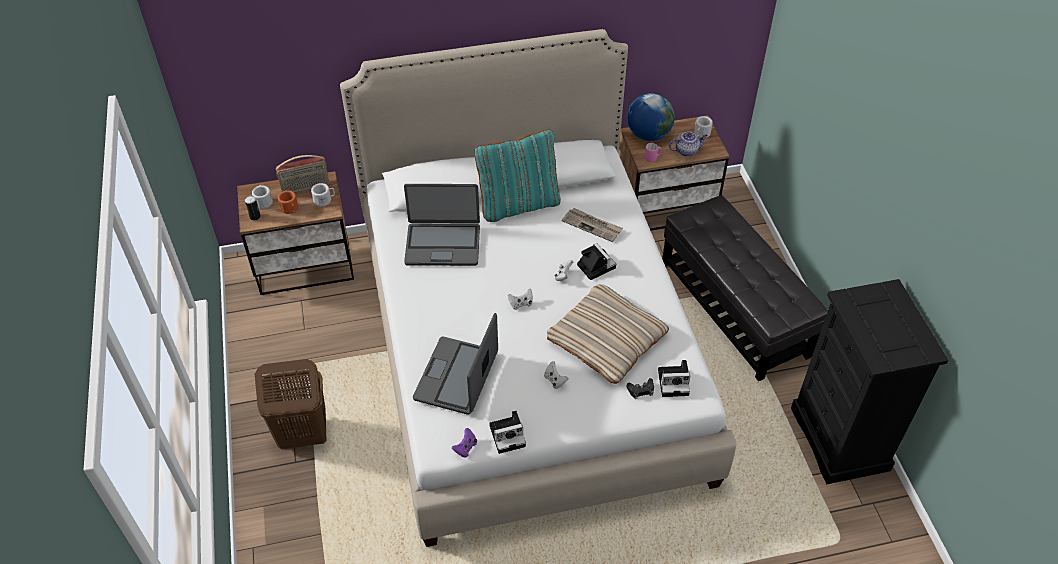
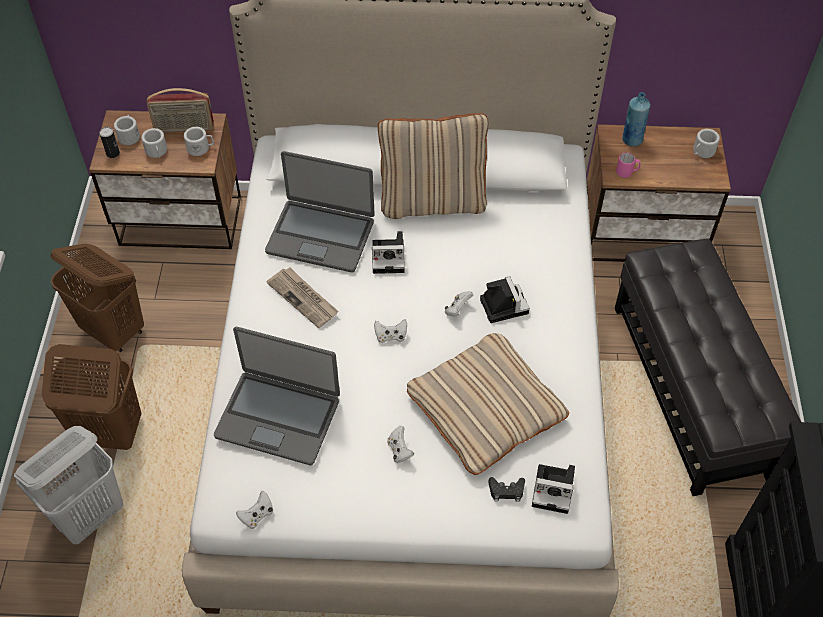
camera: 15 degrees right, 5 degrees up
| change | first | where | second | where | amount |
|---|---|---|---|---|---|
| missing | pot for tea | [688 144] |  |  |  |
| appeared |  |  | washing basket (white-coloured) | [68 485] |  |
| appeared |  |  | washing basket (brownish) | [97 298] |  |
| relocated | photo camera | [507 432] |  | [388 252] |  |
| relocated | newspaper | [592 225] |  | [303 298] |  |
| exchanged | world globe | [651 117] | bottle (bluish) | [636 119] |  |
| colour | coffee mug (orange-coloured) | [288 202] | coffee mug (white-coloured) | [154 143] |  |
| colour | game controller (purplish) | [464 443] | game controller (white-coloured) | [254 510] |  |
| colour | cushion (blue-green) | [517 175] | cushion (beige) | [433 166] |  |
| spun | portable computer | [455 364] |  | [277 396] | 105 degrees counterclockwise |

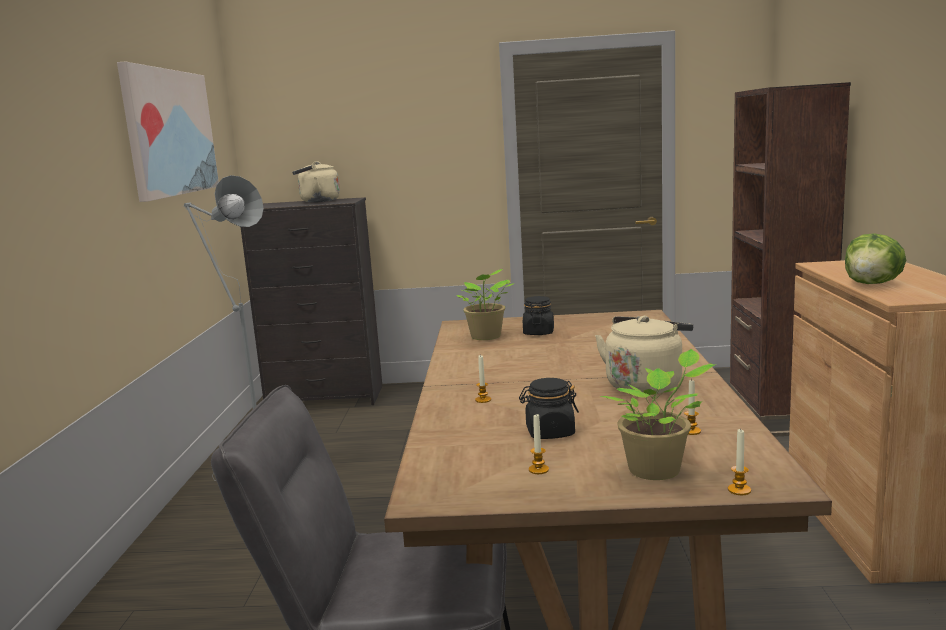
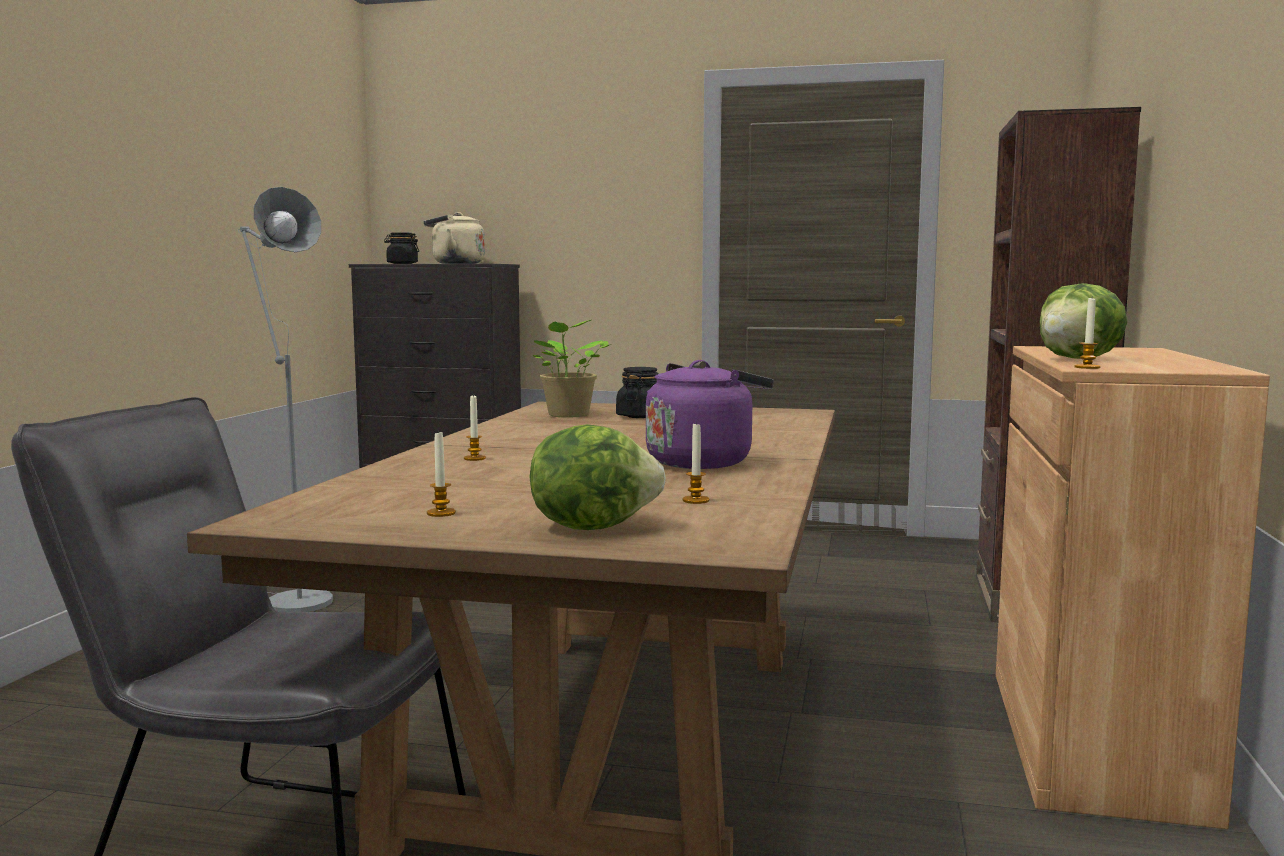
camera: 10 degrees right, 5 degrees down
| change | first | where | second | where | amount |
|---|---|---|---|---|---|
| missing | picture | [168 132] |  |  |  |
| relocated | jar (black) | [549 408] |  | [401 248] |  |
| relocated | wax candle | [739 462] |  | [1087 333] |  |
| exchanged | houseplant | [656 414] | lettuce | [597 477] |  |
| colour | tea kettle (beige) | [644 355] | tea kettle (purplish) | [710 414] |  |

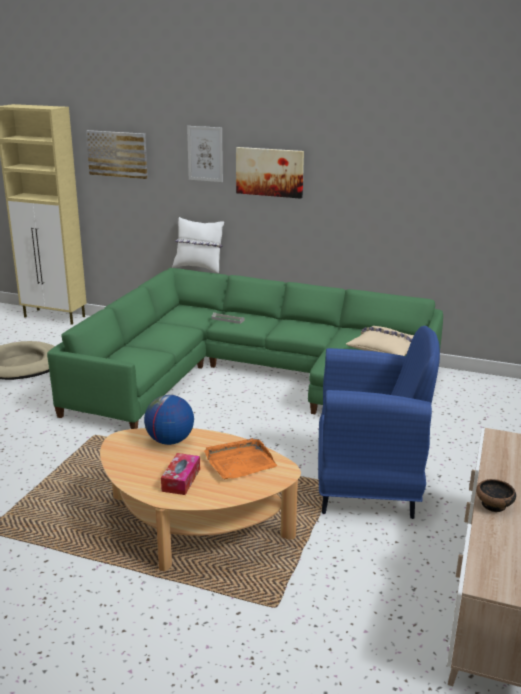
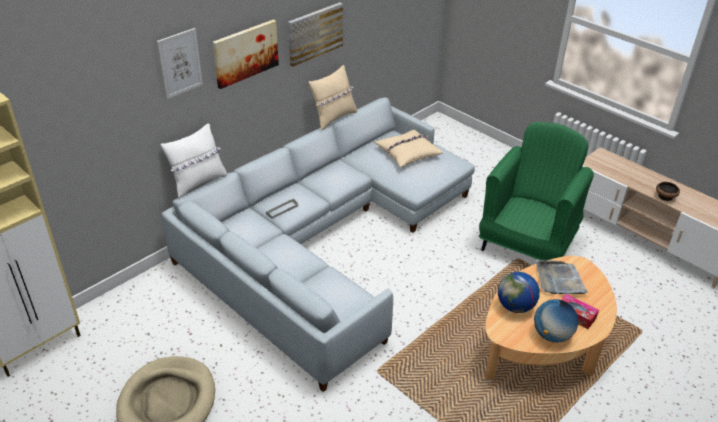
camera: 65 degrees left, 15 degrees up
| change | first | where | second | where | amount |
|---|---|---|---|---|---|
| appeared |  |  | cushion (beige) | [333 98] |  |
| appeared |  |  | world globe | [556 321] |  |
| relocated | picture | [117 154] |  | [315 34] |  |
| colour | sofa (greenish) | [245 348] | sofa (gray) | [318 244] |  |
| colour | serving tray (orange-coloured) | [240 459] | serving tray (gray) | [562 277] |  |
| colour | armchair (bluish) | [379 422] | armchair (greenish) | [536 191] |  |

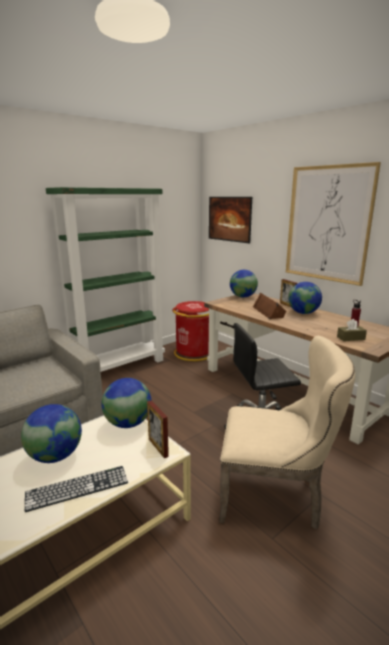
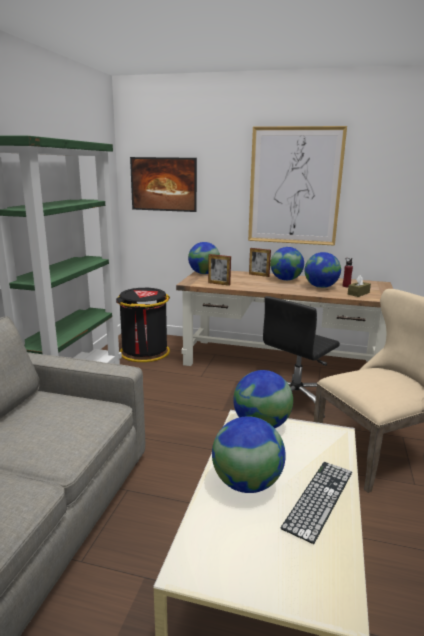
camera: 35 degrees left, 0 degrees up
| change | first | where | second | where | amount |
|---|---|---|---|---|---|
| missing | speaker (brownish) | [270 305] |  |  |  |
| appeared |  |  | world globe | [323 270] |  |
| relocated | photo frame | [158 429] |  | [219 270] |  |
| colour | waste bin (red-coloured) | [190 331] | waste bin (black) | [143 325] |  |

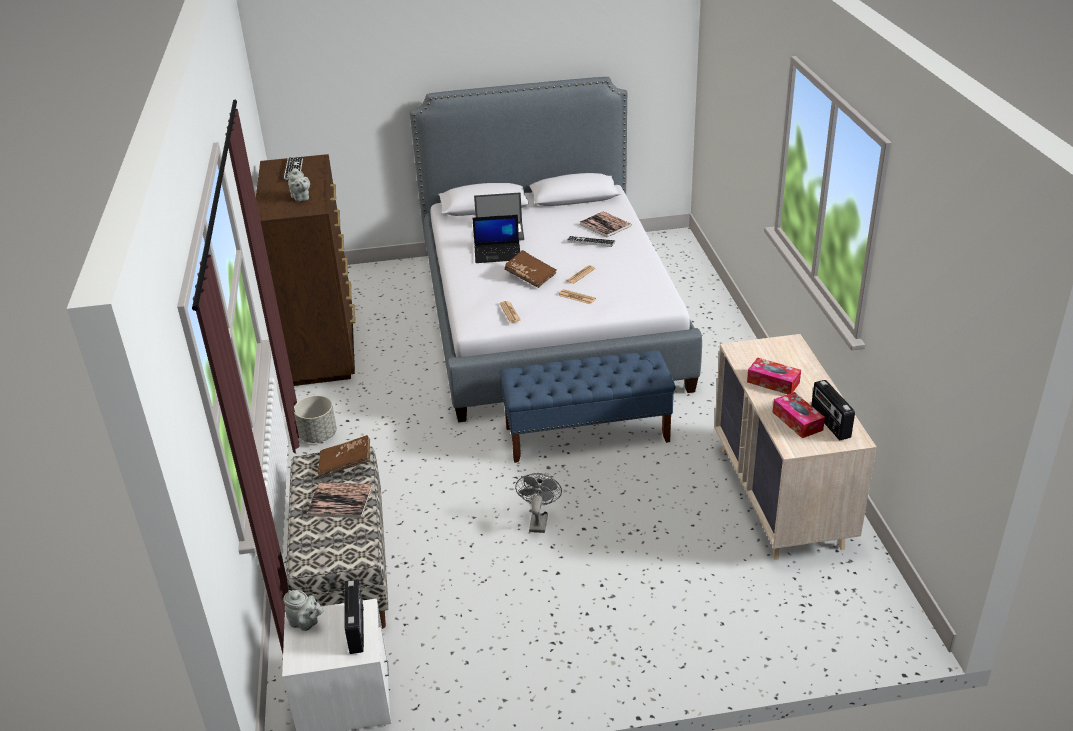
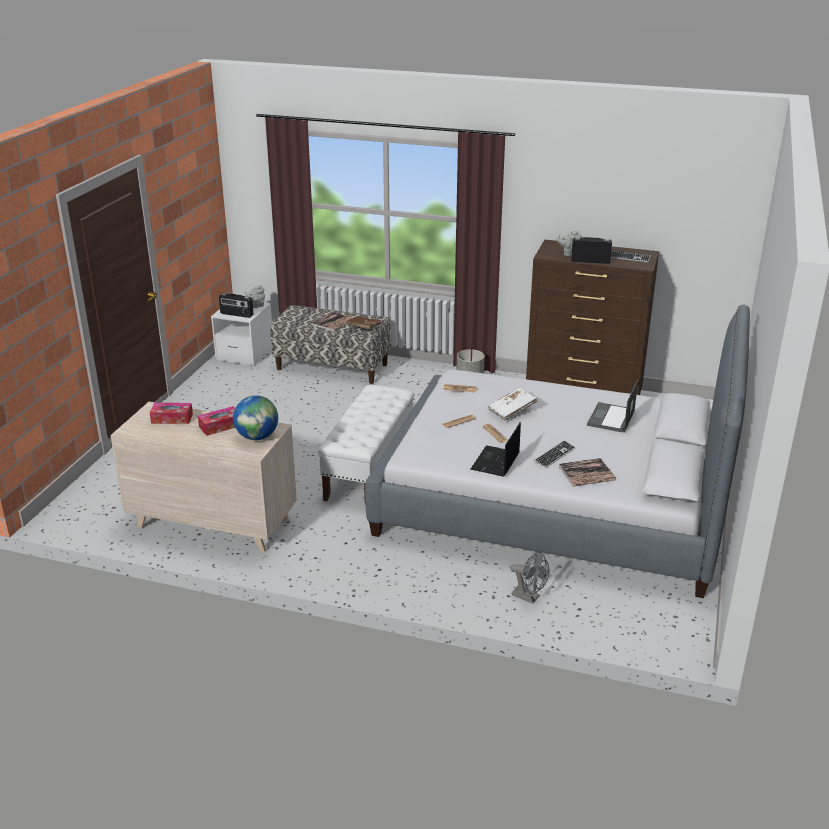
camera: 115 degrees right, 5 degrees down
| change | first | where | second | where | amount |
|---|---|---|---|---|---|
| appeared |  |  | world globe | [255 417] |  |
| relocated | portable computer | [496 239] |  | [496 449] |  |
| relocated | cooling fan (gray) | [538 503] |  | [529 578] |  |
| relocated | radio set | [833 410] |  | [591 250] |  |
| colour | indoor bench (bluish) | [587 406] | indoor bench (white-coloured) | [366 445] |  |
| colour | bound book (brownish) | [530 269] | bound book (white-coloured) | [512 404] |  |

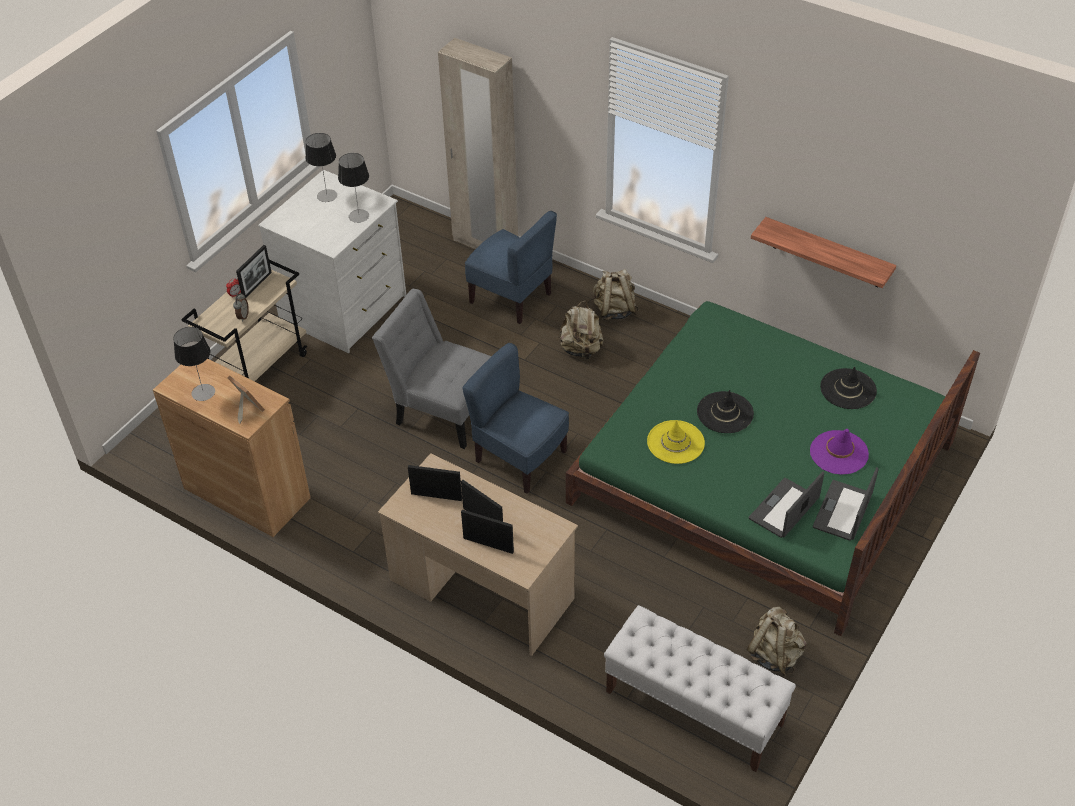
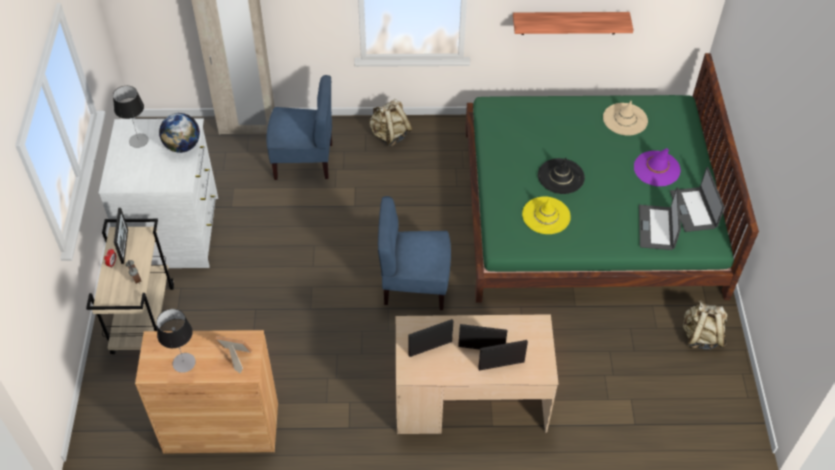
camera: 35 degrees left, 5 degrees up
| change | first | where | second | where | amount |
|---|---|---|---|---|---|
| missing | upright chair (gray) | [431 369] |  |  |  |
| missing | knapsack (beige) | [580 330] |  |  |  |
| missing | indoor bench (white-coloured) | [700 688] |  |  |  |
| exchanged | table lamp | [353 188] | world globe | [179 133] |  |
| colour | wearable hat (black) | [848 388] | wearable hat (beige) | [625 118] |  |

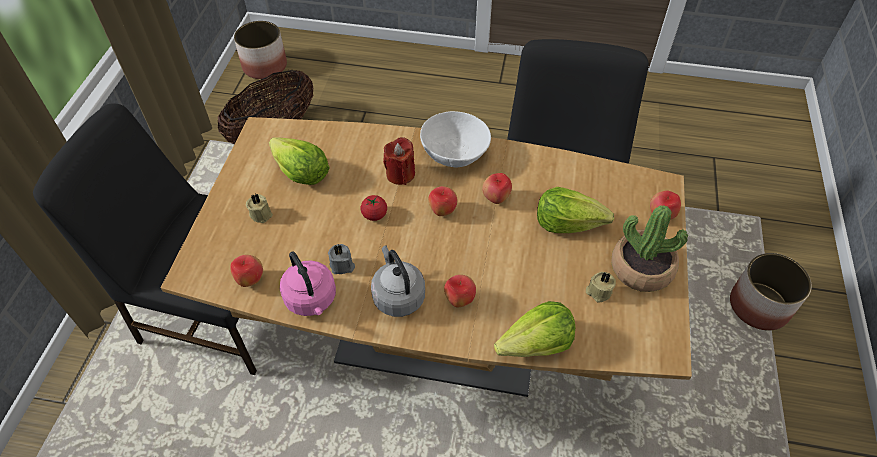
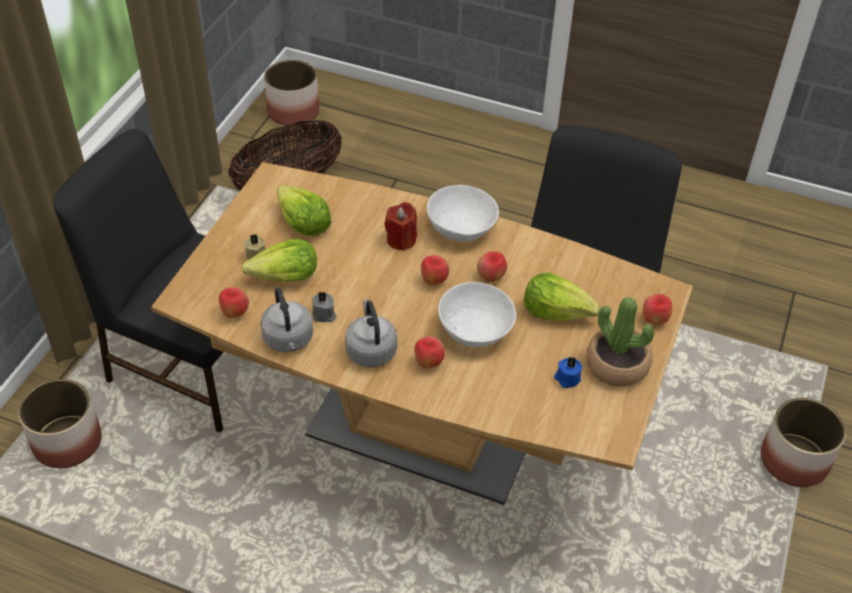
camera: 10 degrees right, 5 degrees down
| change | first | where | second | where | amount |
|---|---|---|---|---|---|
| missing | tomato | [374 208] |  |  |  |
| appeared |  |  | plant pot | [60 423] |  |
| appeared |  |  | bowl (white-coloured) | [477 314] |  |
| relocated | lettuce | [534 329] |  | [279 260] |  |
| colour | tea kettle (pinkish) | [308 284] | tea kettle (gray) | [286 319] |  |
| colour | wax candle (beige) | [601 287] | wax candle (bluish) | [568 372] |  |

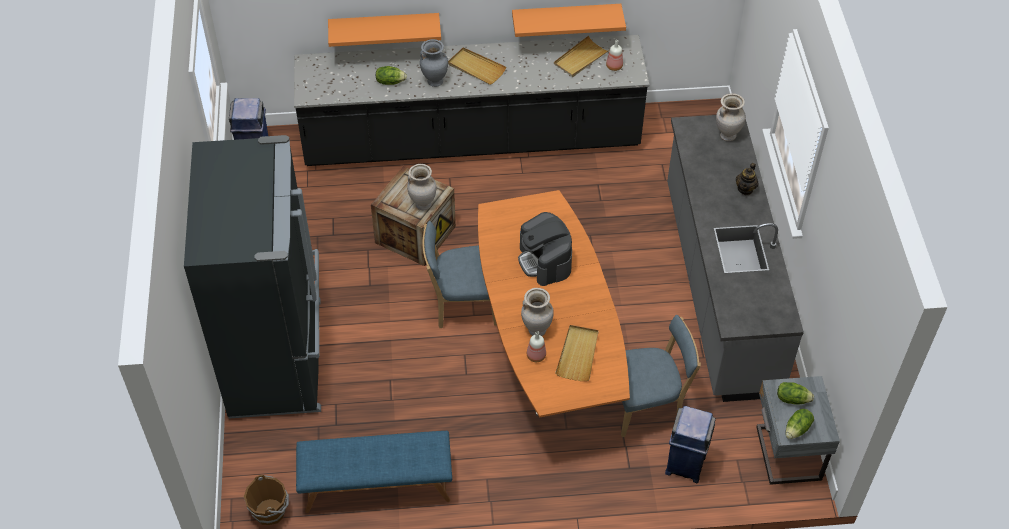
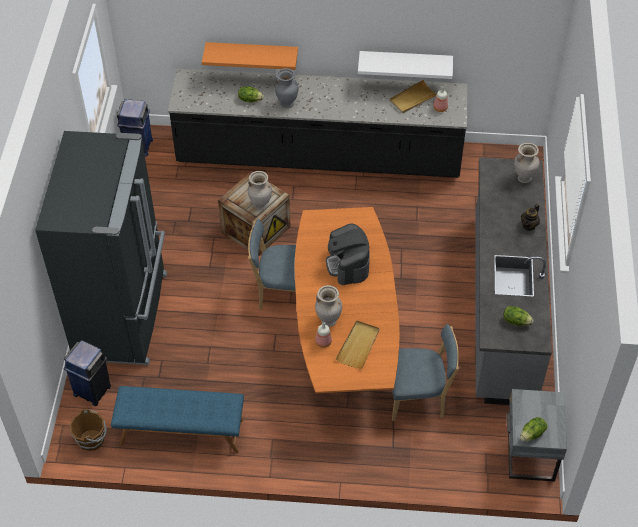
camera: 10 degrees right, 0 degrees up
| change | first | where | second | where | amount |
|---|---|---|---|---|---|
| missing | serving tray (beige) | [477 66] |  |  |  |
| relocated | waste bin (bluish) | [690 444] |  | [87 373] |  |
| relocated | lettuce | [795 393] |  | [518 316] |  |
| colour | wall shelf (orange-coloured) | [569 20] | wall shelf (white-coloured) | [405 65] |  |

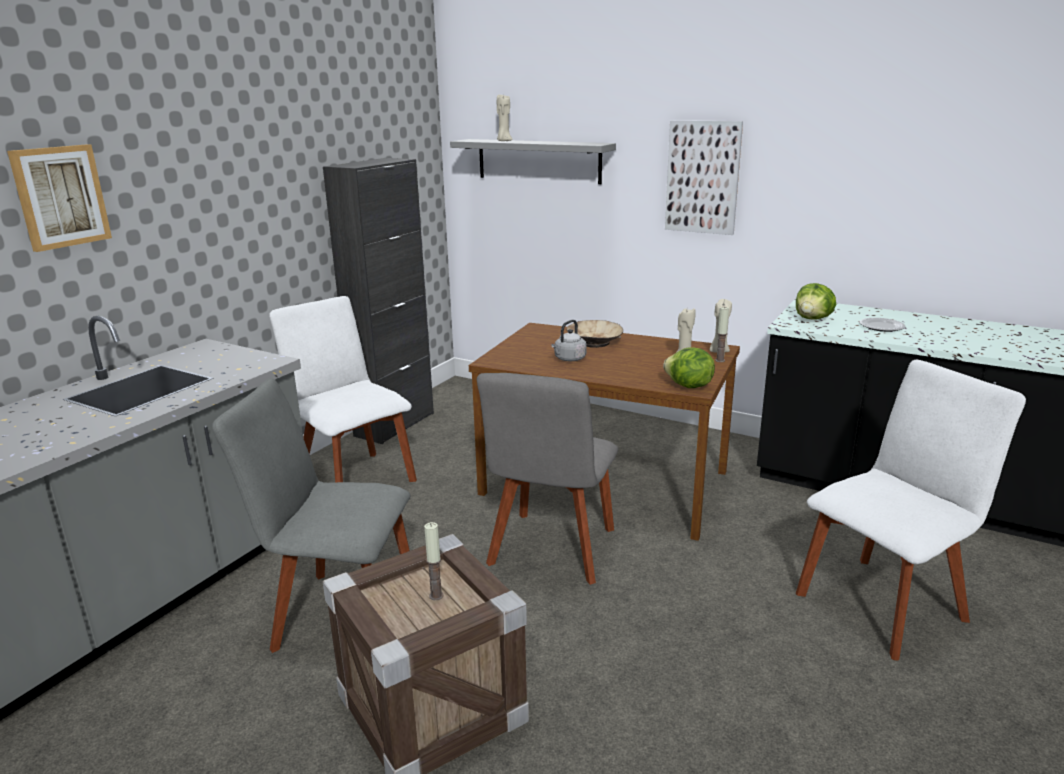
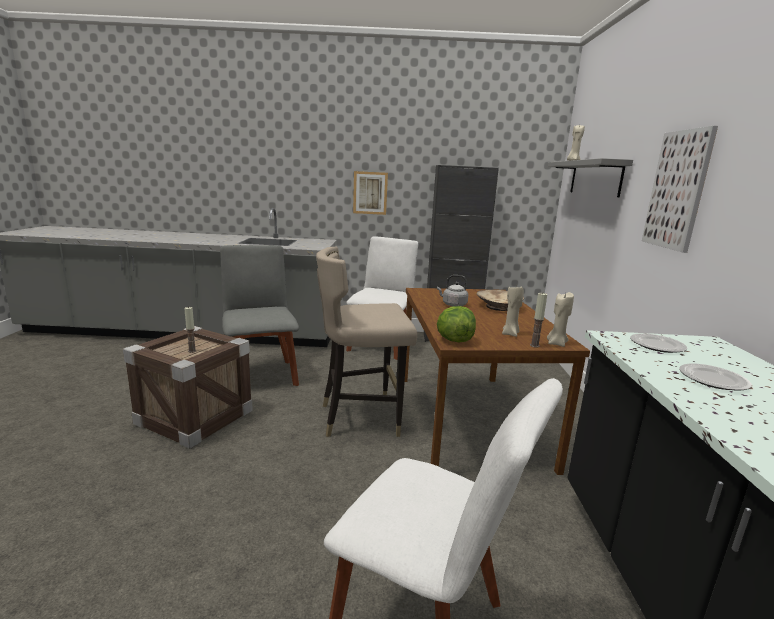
camera: 60 degrees right, 5 degrees down
| change | first | where | second | where | amount |
|---|---|---|---|---|---|
| relocated | picture | [59 198] |  | [370 193] |  |
| exchanged | upright chair (gray) | [547 479] | sitting stool (beige) | [366 342] |  |
| exchanged | lettuce | [816 301] | dinner plate | [659 343] |  |

